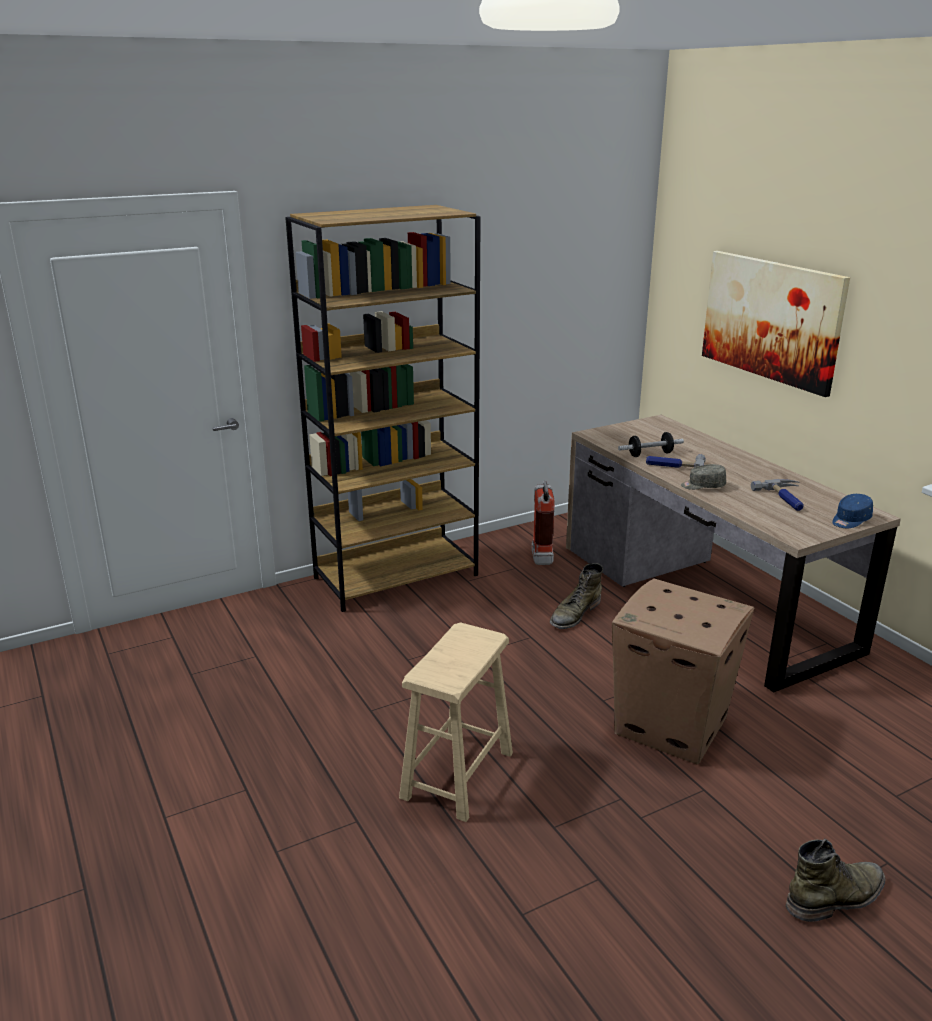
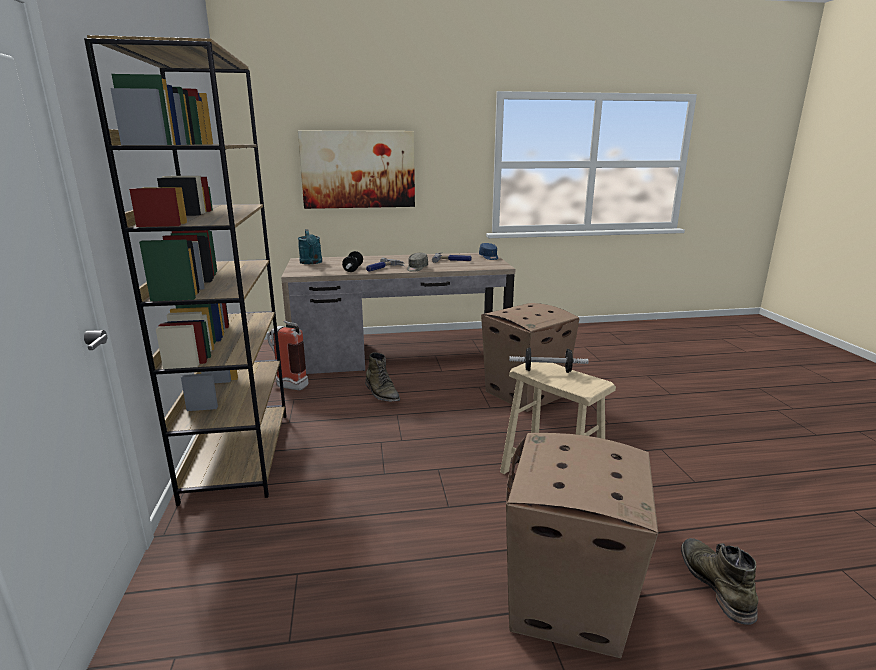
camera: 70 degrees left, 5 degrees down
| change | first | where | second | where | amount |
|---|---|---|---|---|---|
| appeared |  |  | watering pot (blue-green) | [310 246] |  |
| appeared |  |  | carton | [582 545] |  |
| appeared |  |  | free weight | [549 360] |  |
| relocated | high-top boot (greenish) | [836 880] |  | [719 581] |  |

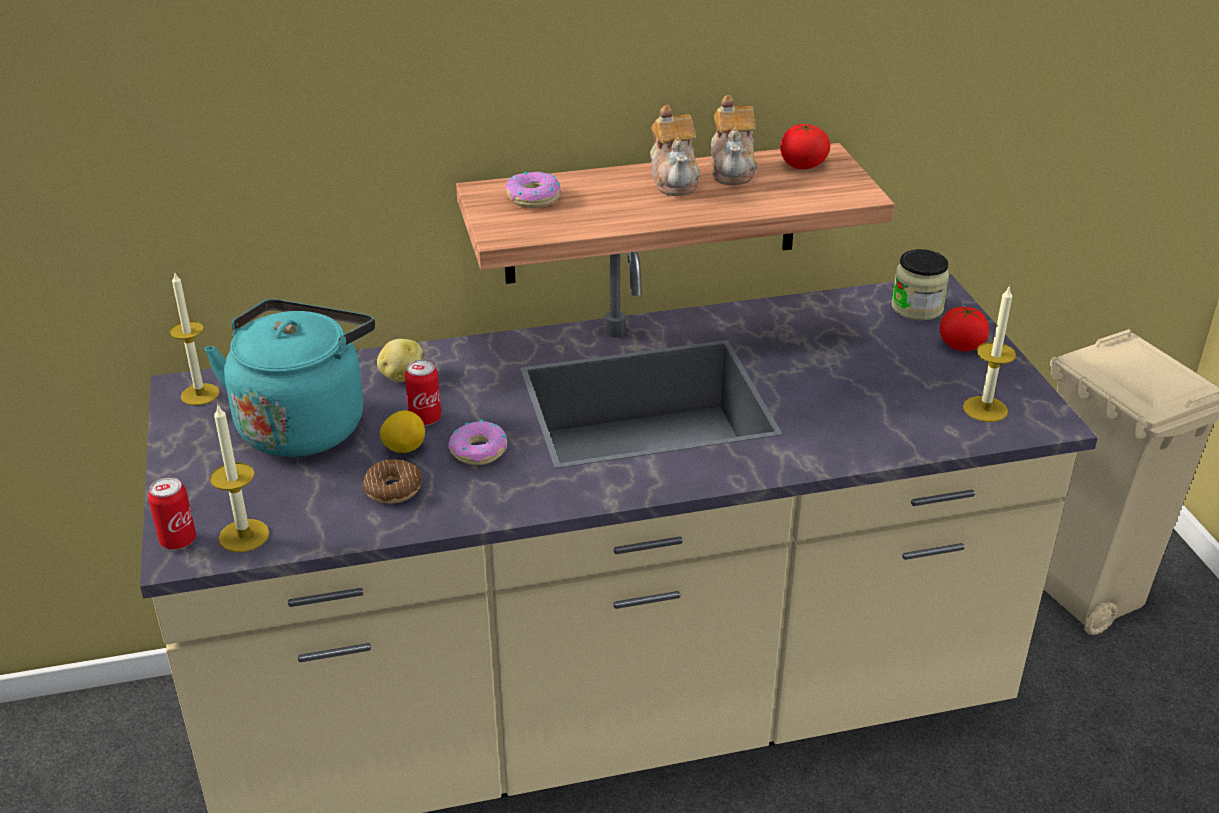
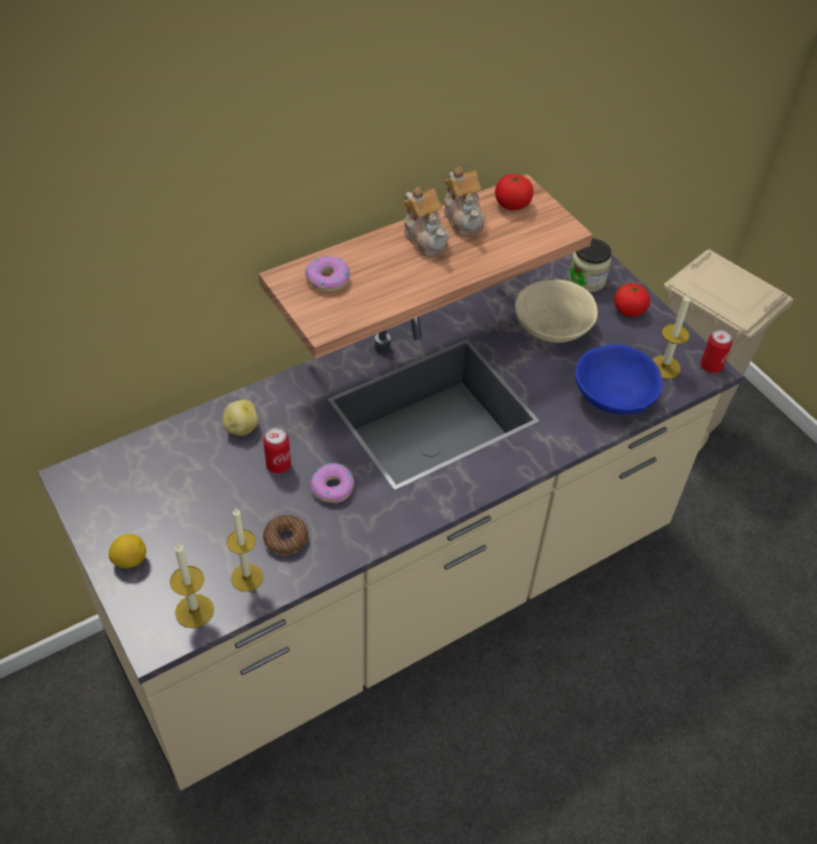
camera: 20 degrees left, 15 degrees up
| change | first | where | second | where | amount |
|---|---|---|---|---|---|
| missing | tea kettle (blue-green) | [289 378] |  |  |  |
| appeared |  |  | bowl (beige) | [556 311] |  |
| appeared |  |  | bowl (bluish) | [619 379] |  |
| relocated | metal can | [172 513] |  | [716 351] |  |
| relocated | wax candle | [194 338] |  | [245 550] |  |
| relocated | citrus fruit | [402 432] |  | [127 551] |  |

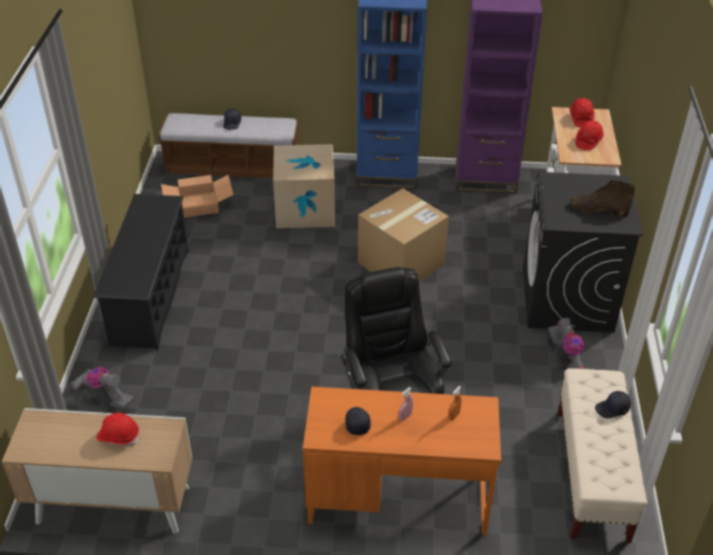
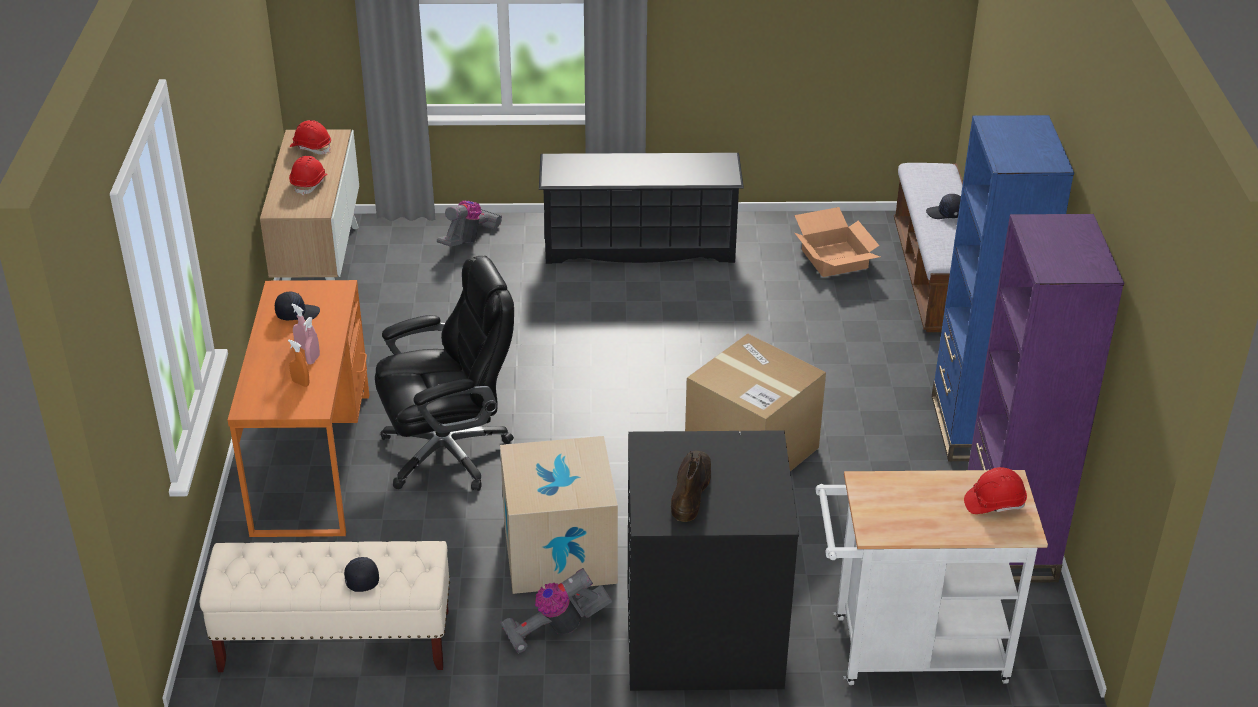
camera: 85 degrees right, 5 degrees down
| change | first | where | second | where | amount |
|---|---|---|---|---|---|
| appeared |  |  | sprayer (pinkish) | [311 341] |  |
| relocated | carton | [304 186] |  | [559 515] |  |
| relocated | hard hat (red-coloured) | [589 135] |  | [310 137] |  |

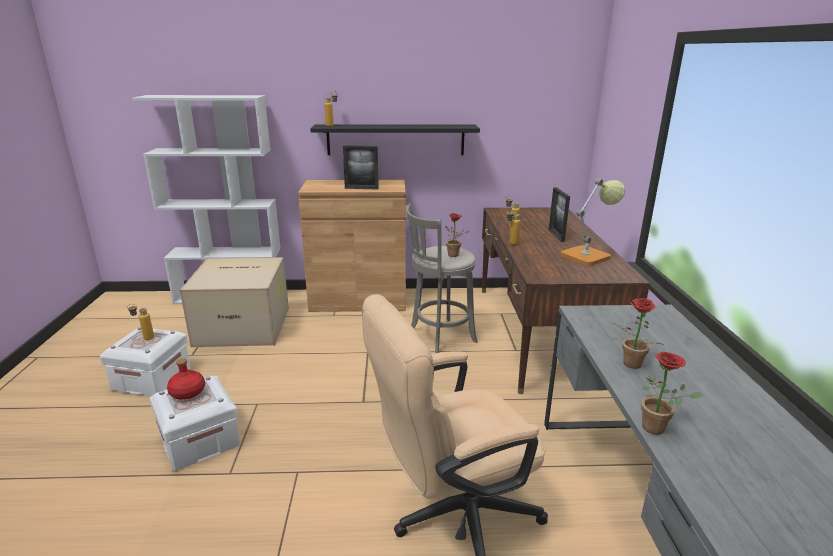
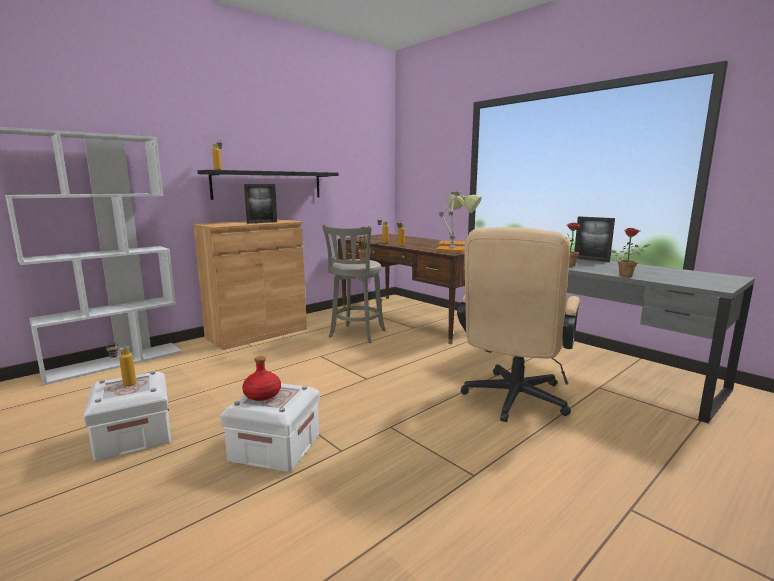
camera: 40 degrees left, 10 degrees down
| change | first | where | second | where | amount |
|---|---|---|---|---|---|
| missing | carton | [234 302] |  |  |  |
| appeared |  |  | table lamp | [459 222] |  |
| relocated | photo frame | [559 214] |  | [594 239] |  |

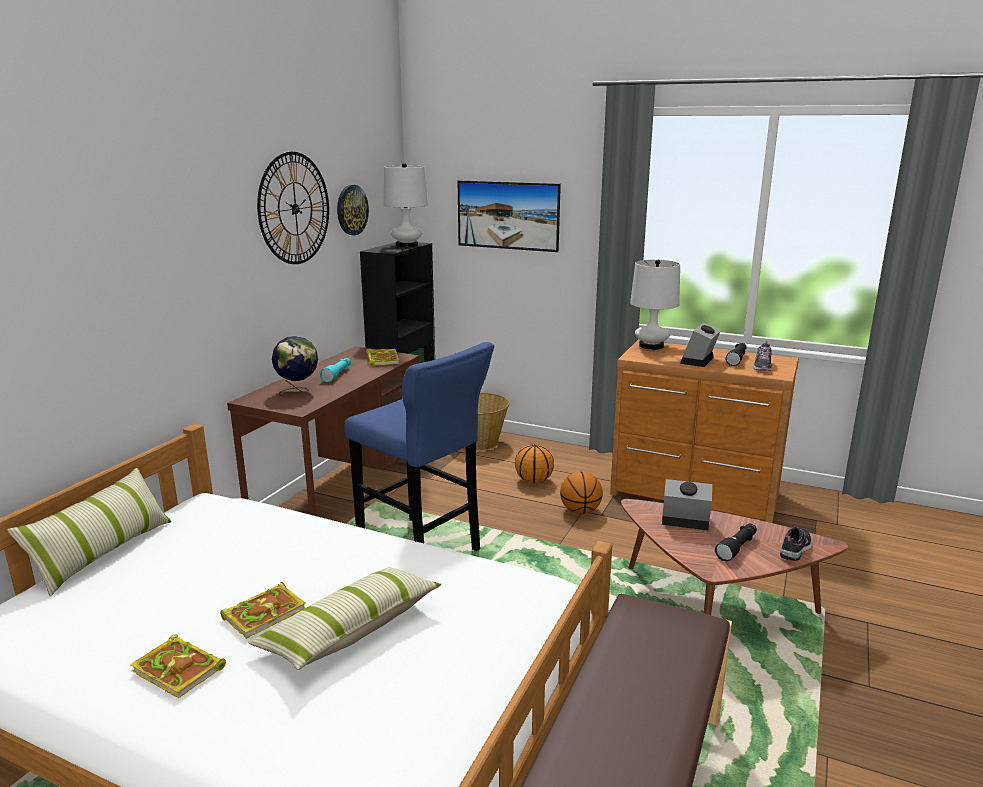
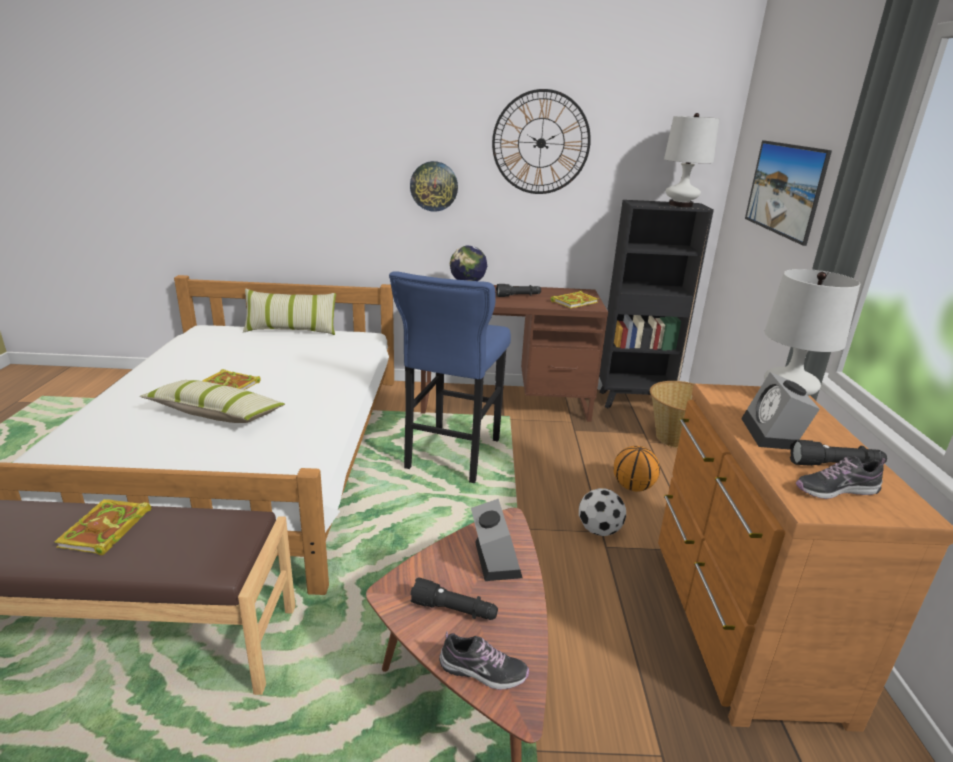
camera: 65 degrees right, 5 degrees up
| change | first | where | second | where | amount |
|---|---|---|---|---|---|
| relocated | bound book | [178 666] |  | [102 527] |  |
| relocated | wall clock | [353 210] |  | [434 186] |  |
| exchanged | basketball | [581 492] | football ball | [602 512] |  |
| colour | torch (blue-green) | [335 369] | torch (black) | [518 290] |  |
| spun | table clock | [700 345] |  | [780 411] | 90 degrees counterclockwise |

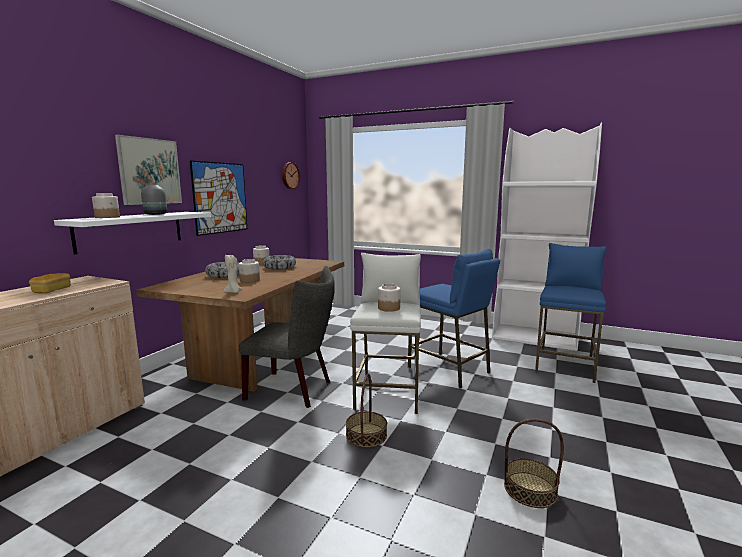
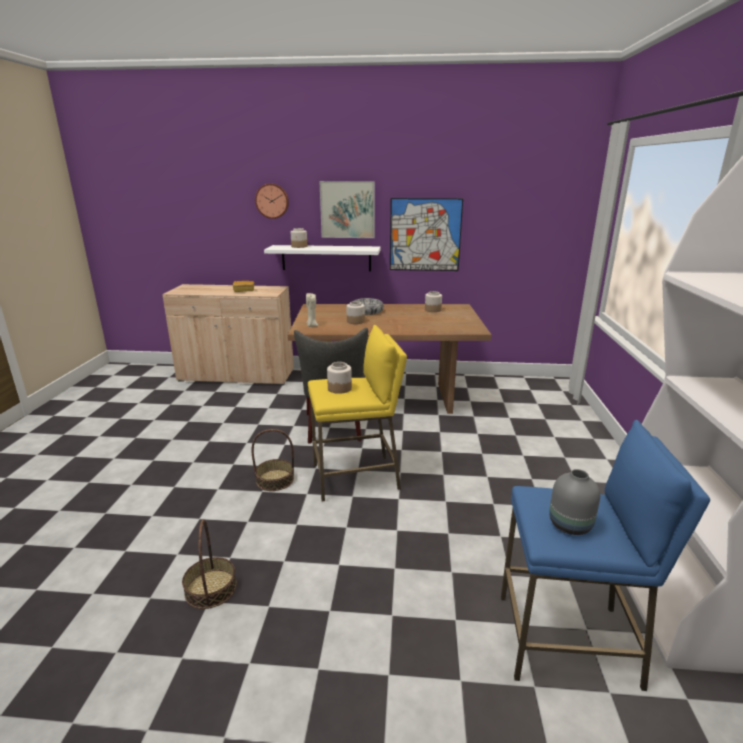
camera: 70 degrees right, 10 degrees up
| change | first | where | second | where | amount |
|---|---|---|---|---|---|
| missing | bowl | [279 262] |  |  |  |
| missing | sitting stool (bluish) | [454 319] |  |  |  |
| relocated | decorative vase (gray) | [154 199] |  | [574 502] |  |
| relocated | wall clock | [291 175] |  | [272 201] |  |
| colour | sitting stool (white-coloured) | [385 333] | sitting stool (yellow) | [357 413] |  |

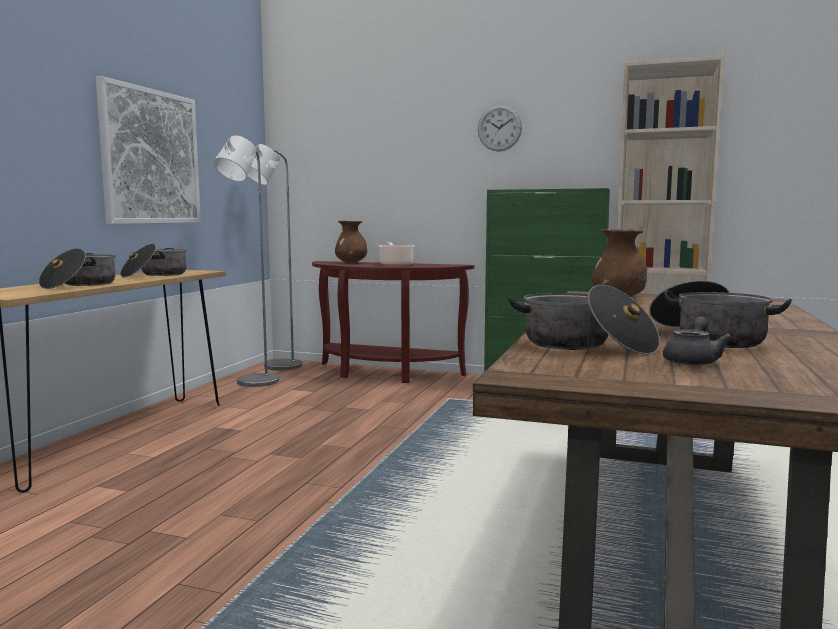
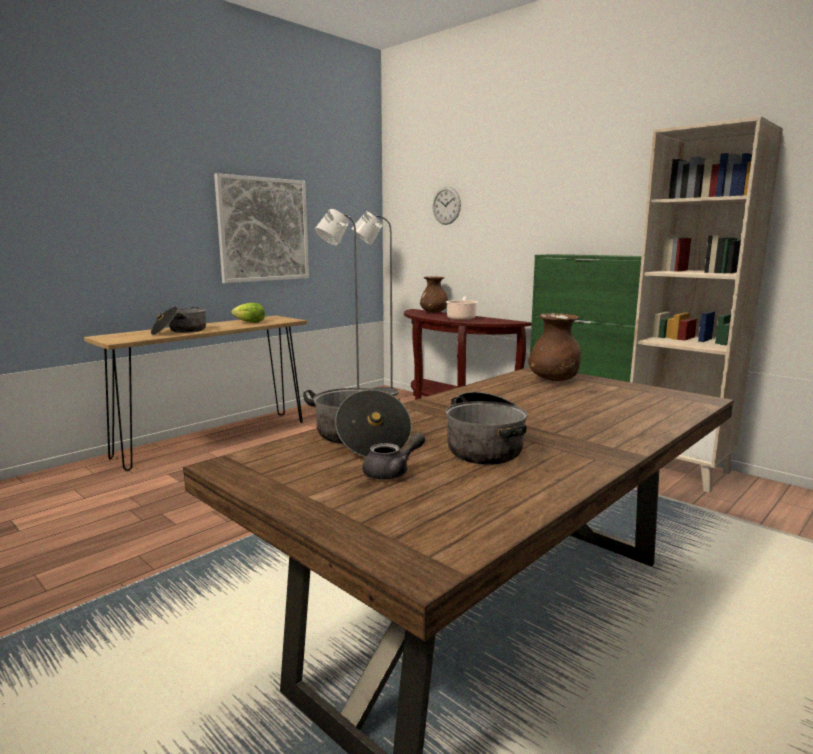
camera: 25 degrees right, 5 degrees up
| change | first | where | second | where | amount |
|---|---|---|---|---|---|
| relocated | wall clock | [500 128] |  | [446 206] |  |
| exchanged | saucepot | [153 261] | lettuce | [248 313] |  |

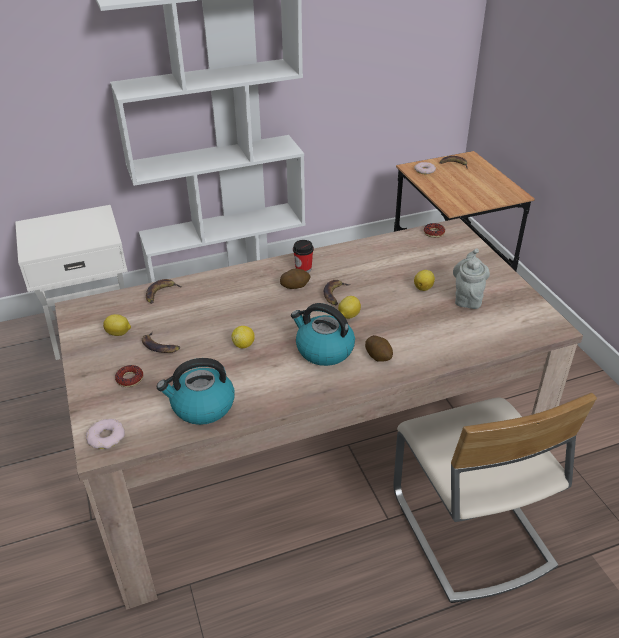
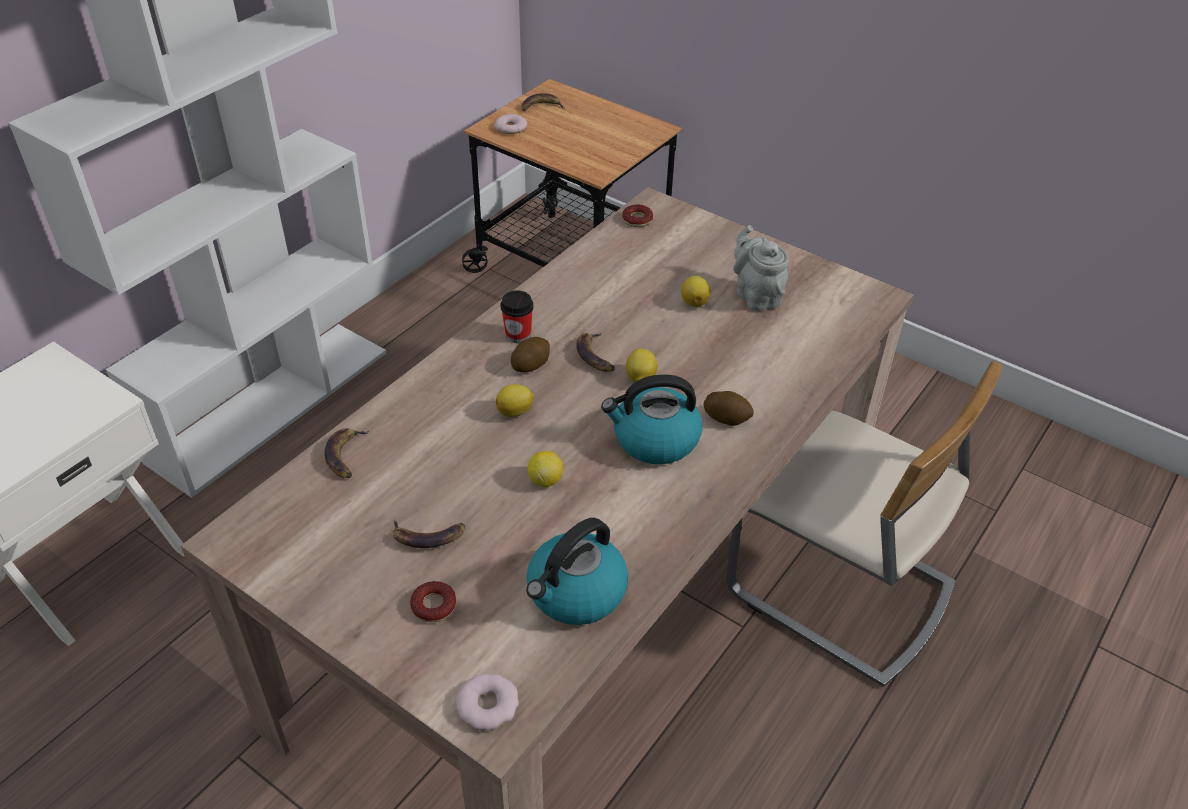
camera: 35 degrees left, 5 degrees up
| change | first | where | second | where | amount |
|---|---|---|---|---|---|
| relocated | citrus fruit | [117 325] |  | [515 400] |  |

